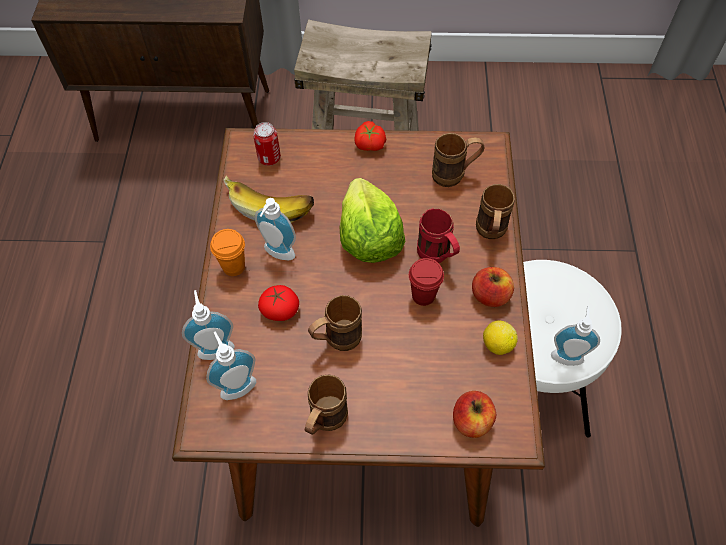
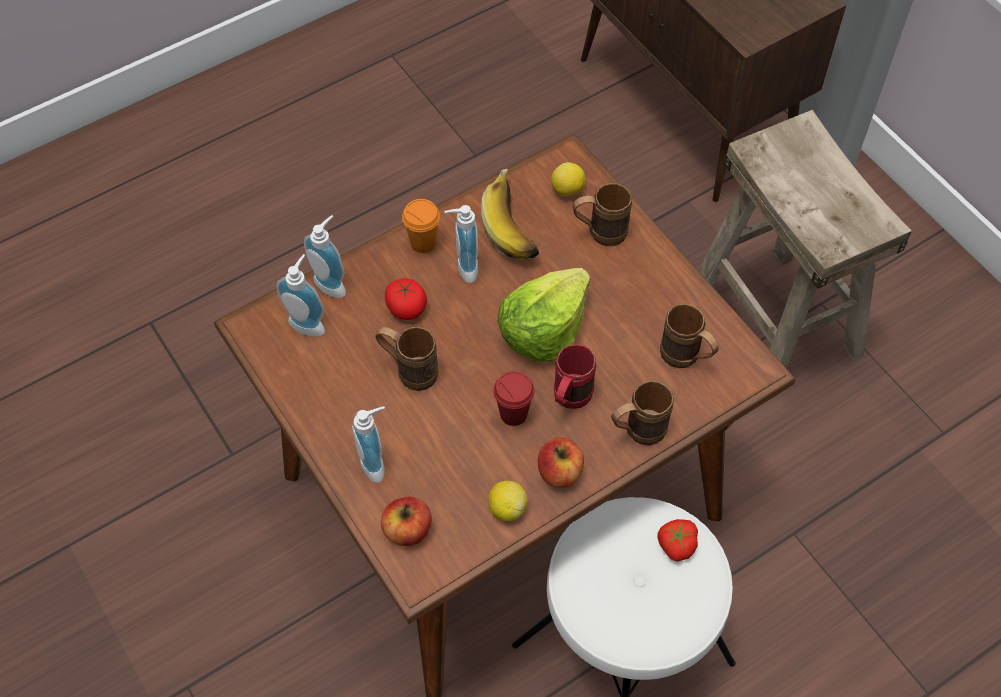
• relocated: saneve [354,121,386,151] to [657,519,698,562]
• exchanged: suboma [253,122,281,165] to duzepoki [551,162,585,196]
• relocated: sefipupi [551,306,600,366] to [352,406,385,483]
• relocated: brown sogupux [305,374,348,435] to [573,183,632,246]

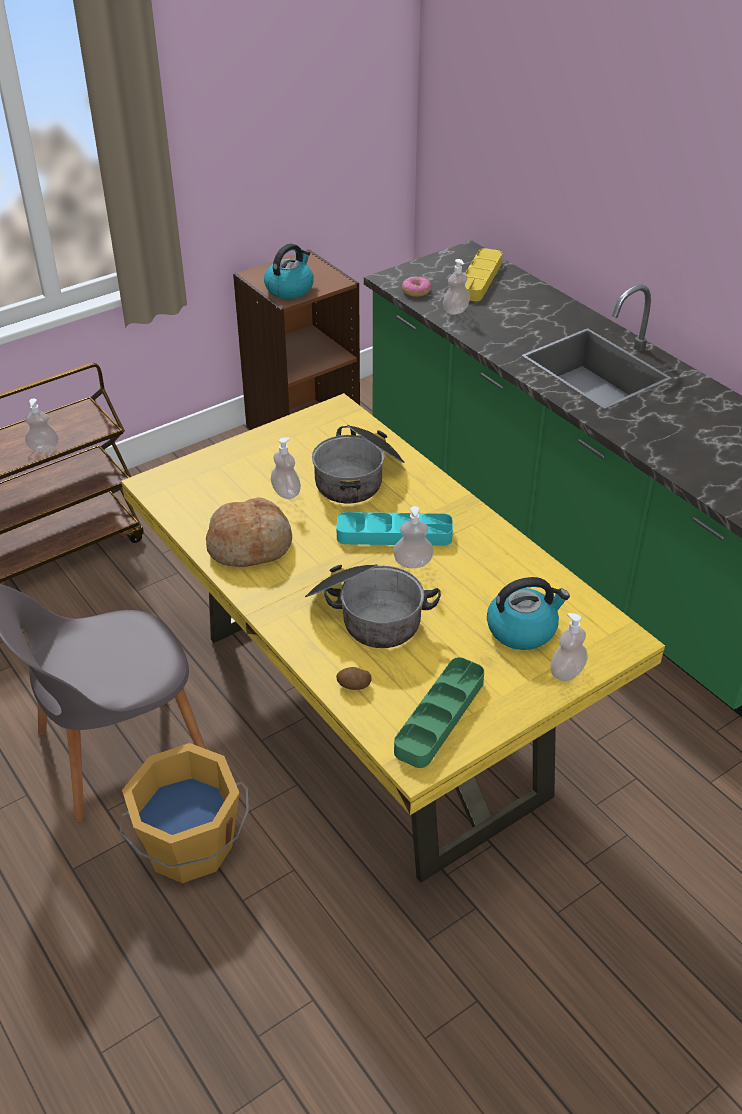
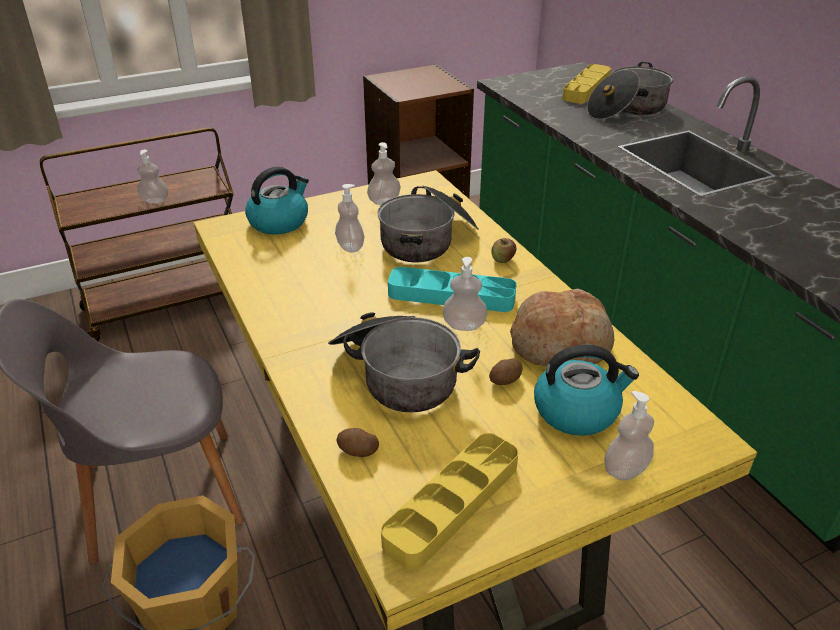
• relocated: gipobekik [264,243,314,299] to [245,166,309,235]
• relocated: sefipupi [443,259,470,315] to [367,142,401,205]
• missing: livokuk [402,277,431,297]
• relocated: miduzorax [206,497,292,567] to [510,289,614,367]
• colour: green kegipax [394,657,484,768] to yellow kegipax [381,433,518,570]
• appeared: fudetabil [587,62,674,120]
• appeared: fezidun [491,238,516,263]
• appeared: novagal [489,358,523,385]

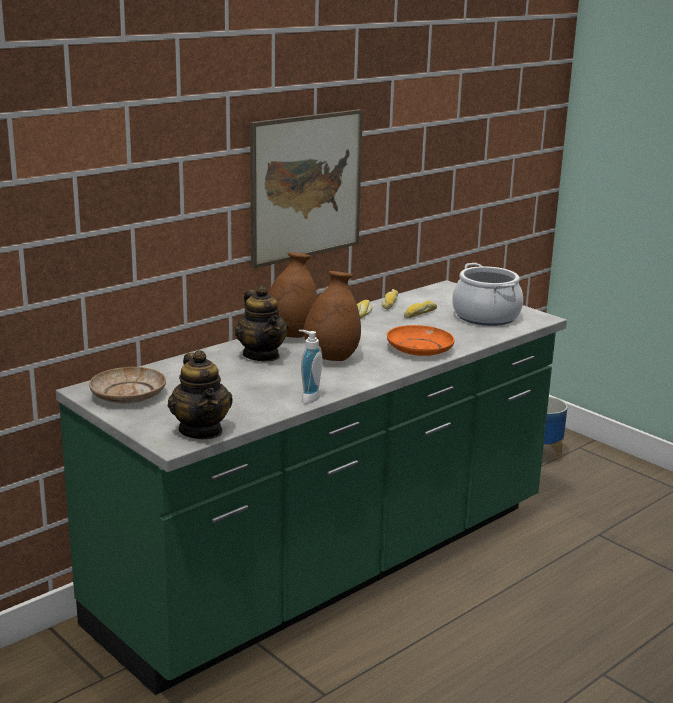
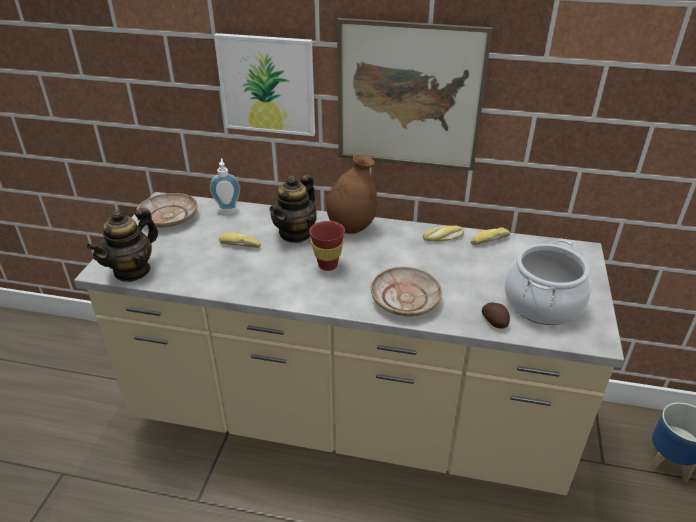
• exchanged: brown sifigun [303,271,361,361] to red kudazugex [309,221,345,271]
• colour: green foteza [56,280,567,695] to beige foteza [74,192,624,495]
• relocated: miduzorax [404,300,437,318] to [219,233,261,248]
• colour: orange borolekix [387,325,455,356] to beige borolekix [371,267,442,317]
• relocated: sefipupi [299,330,323,404] to [210,158,240,215]
• appeared: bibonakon [214,33,315,136]
• appeared: novagal [482,302,510,329]

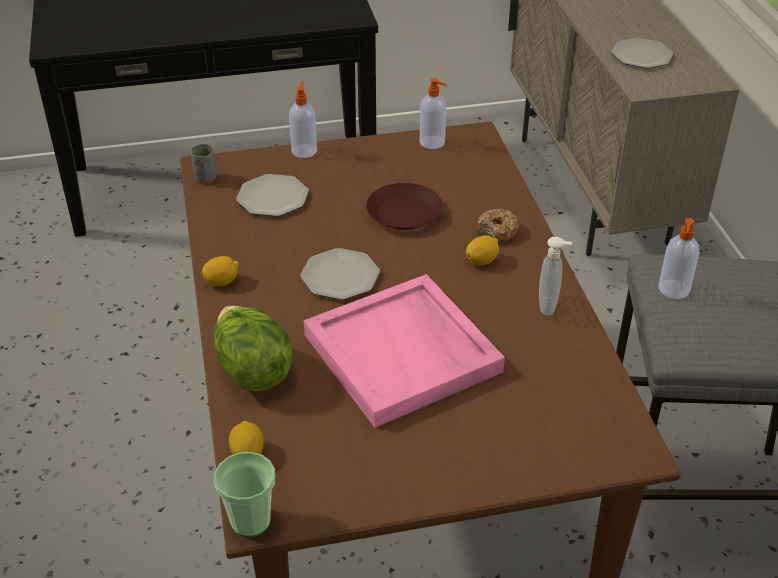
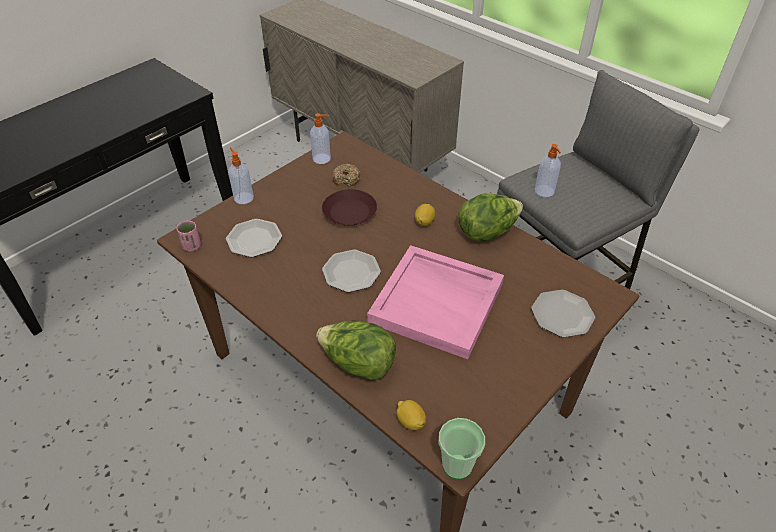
• relocated: borolekix [611,38,674,69] to [531,290,595,337]
• colour: grey kudazugex [190,144,217,183] to pink kudazugex [177,220,201,251]
• relocated: livokuk [477,209,520,243] to [332,164,360,187]
• exchanged: sefipupi [539,237,572,316] to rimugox [458,193,523,242]
• missing: duzepoki [201,256,239,286]

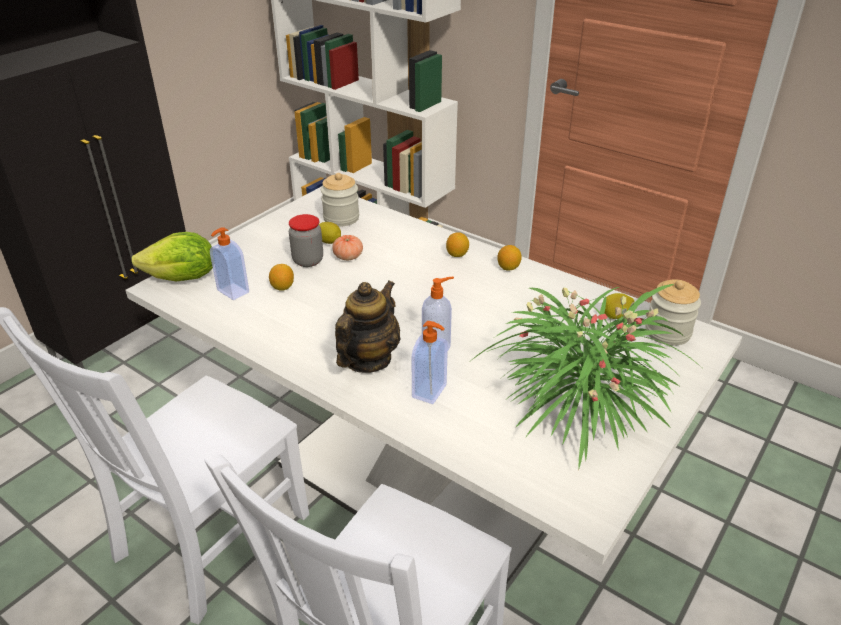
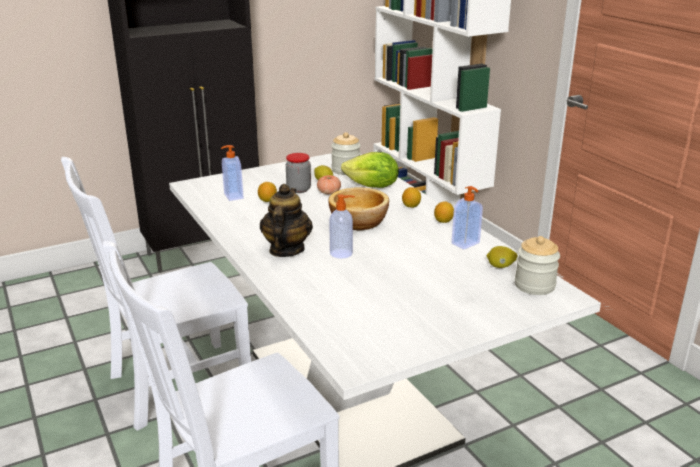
• relocated: rimugox [132,232,213,281] to [341,152,399,188]
• spun: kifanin [335,280,401,373] = [260,184,313,257] 45 degrees counterclockwise
• missing: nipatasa [472,284,701,468]
• relocated: sefipupi [411,321,448,404] to [452,186,483,249]
• appeared: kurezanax [328,187,389,230]

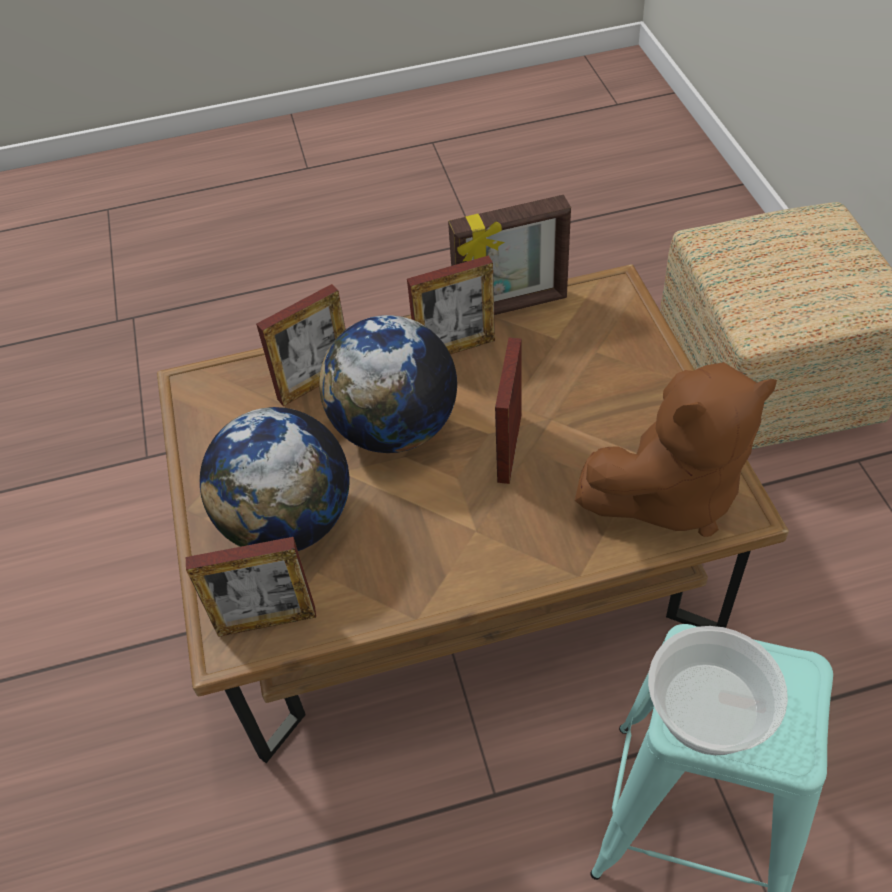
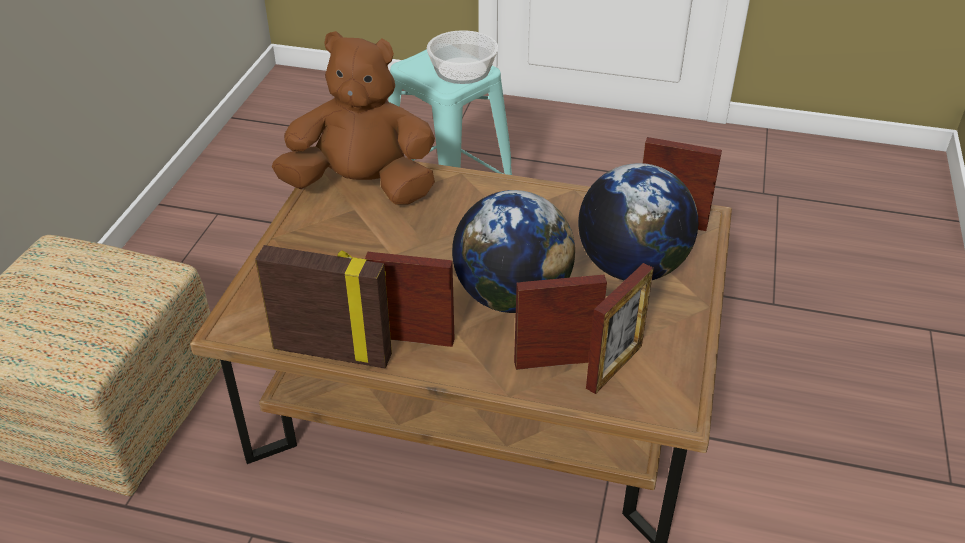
• relocated: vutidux [495,338,521,484] to [586,263,654,394]

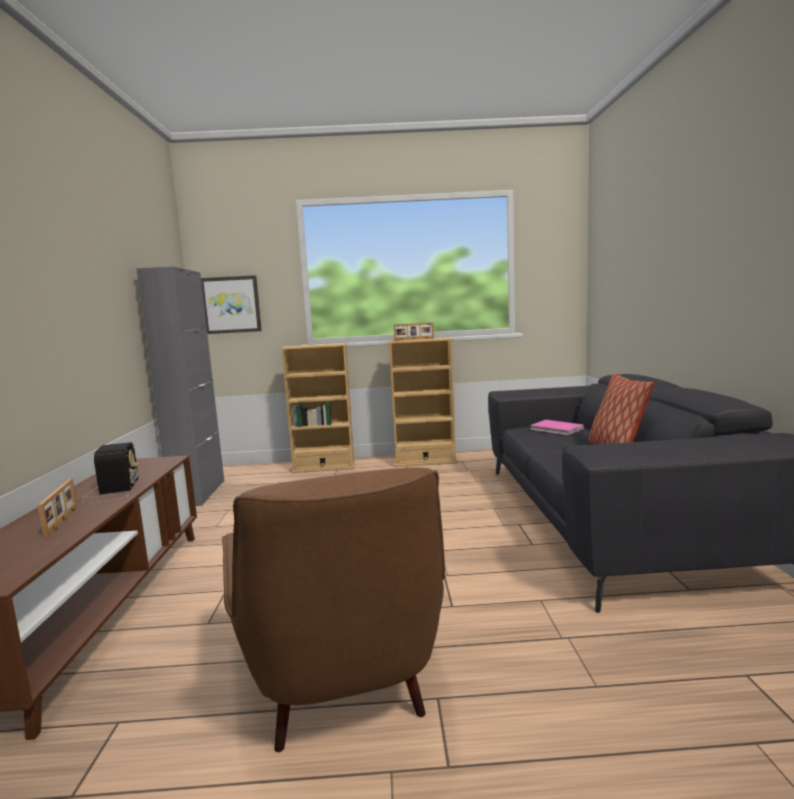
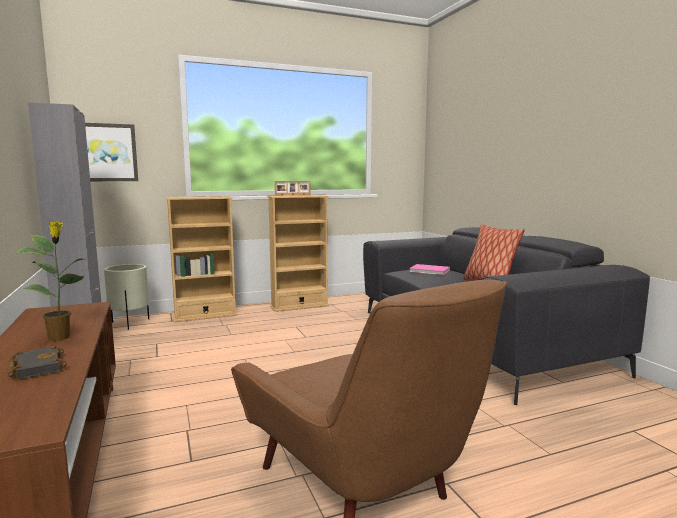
• exchanged: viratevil [81,442,140,504] to nipatasa [14,222,84,341]
• exchanged: vutidux [38,478,78,537] to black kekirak [7,345,67,380]
• appeared: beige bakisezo [104,264,149,330]

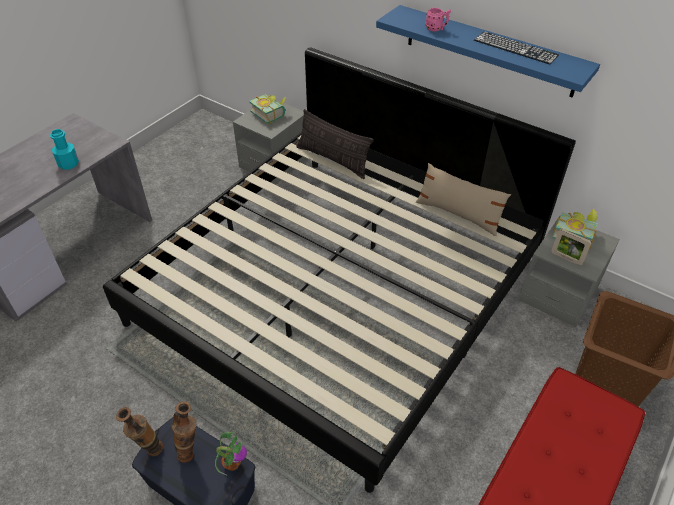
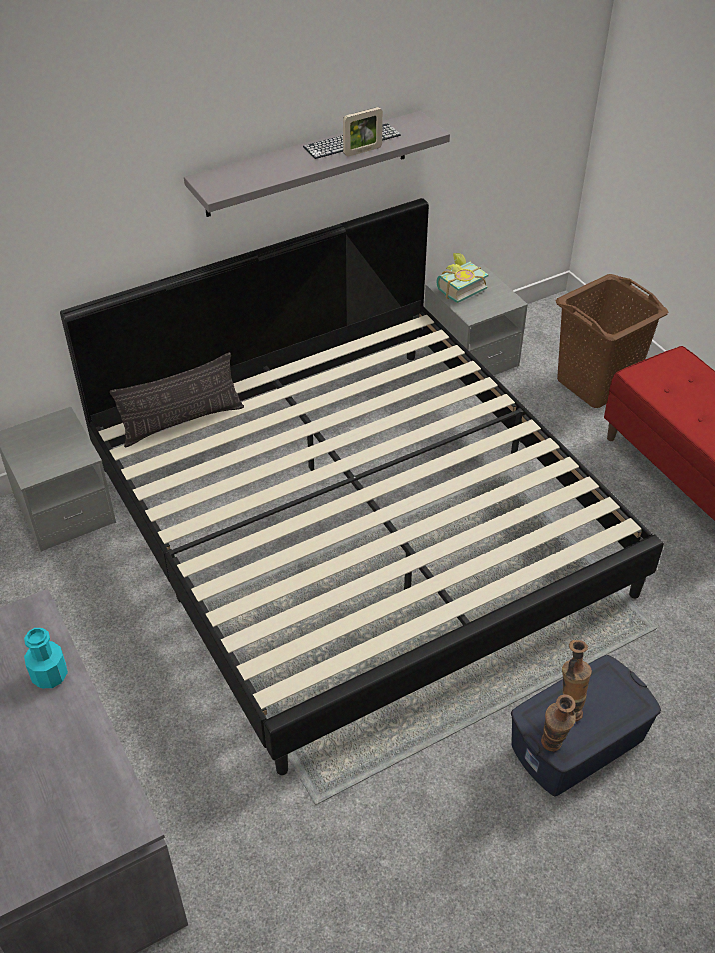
• colour: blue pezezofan [376,5,600,98] to grey pezezofan [184,111,450,217]
• missing: pink sogupux [426,8,451,32]
• missing: kekirak [249,94,286,124]
• missing: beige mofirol [416,163,511,236]
• relocated: vutidux [551,228,591,265] to [343,107,383,157]
• missing: nipatasa [215,432,247,476]

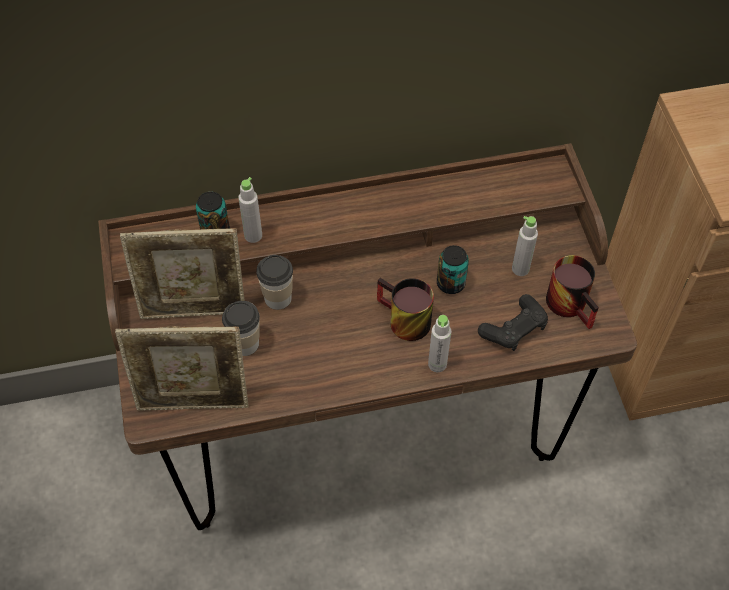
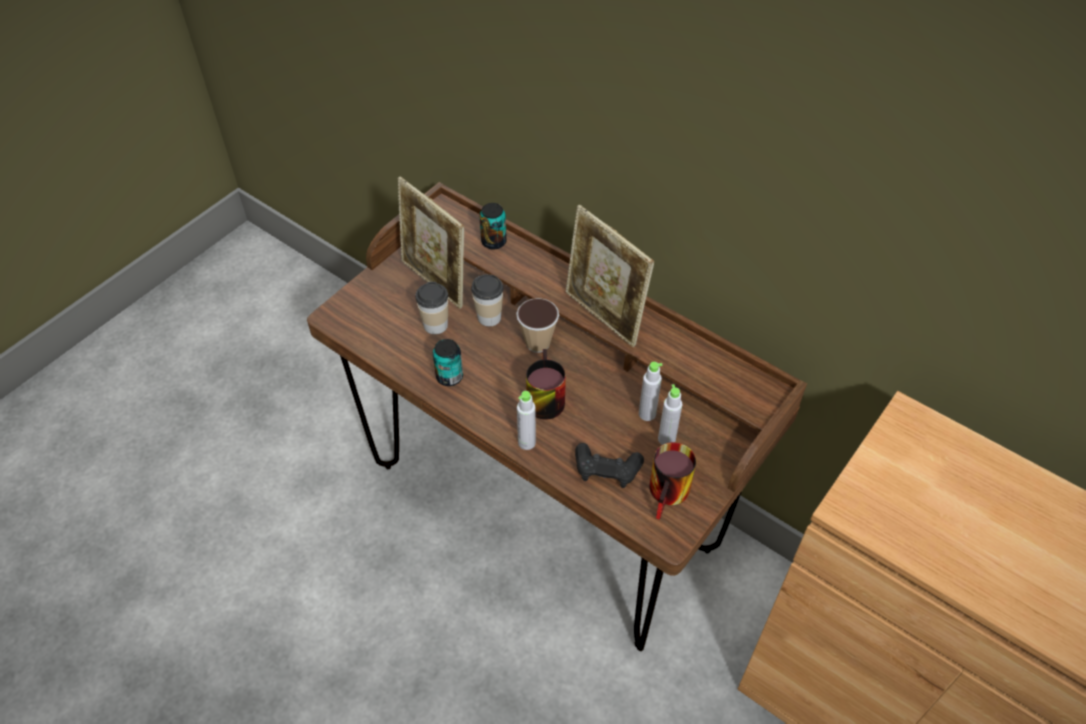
• relocated: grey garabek [238,177,262,243] to [639,362,663,421]
• relocated: suboma [437,245,469,294] to [433,339,463,386]
• relocated: vutidux [115,326,249,411] to [566,205,654,347]
• appeared: kudazugex [516,298,559,353]

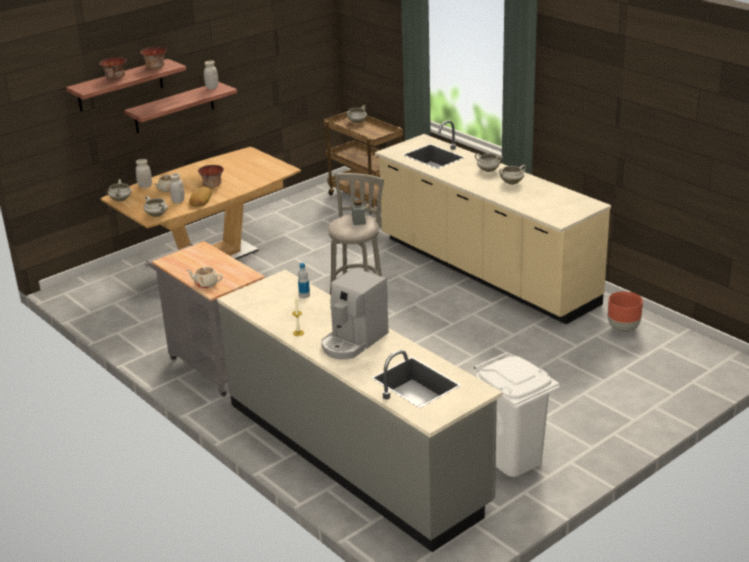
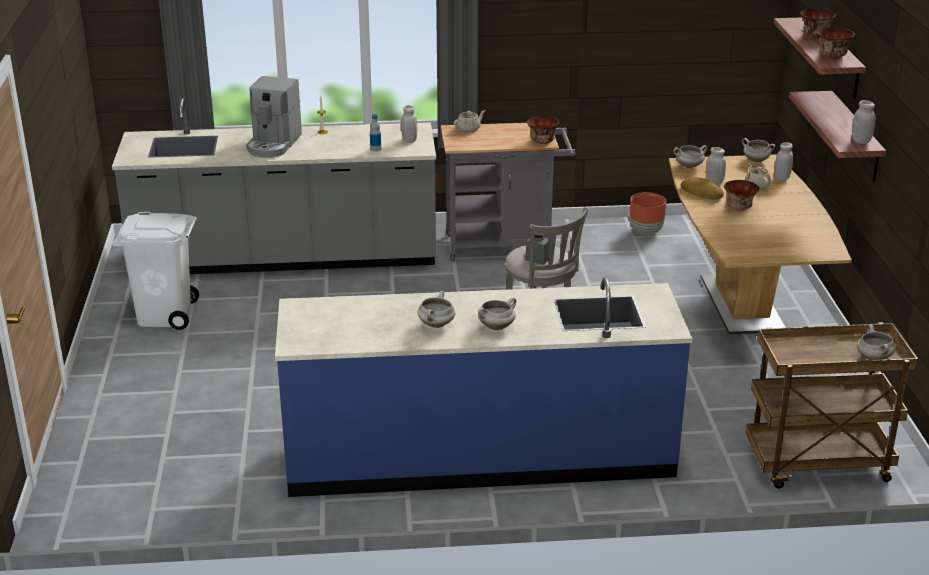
• colour: beige foteza [375,120,611,324] to blue foteza [275,278,693,497]
• spun: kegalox [321,268,389,359] = [246,76,302,158] 150 degrees counterclockwise
• relocated: brown bakisezo [608,291,643,332] to [629,192,666,235]
• appeared: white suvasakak [401,105,417,143]
• appeared: kurezanax [527,116,559,144]

